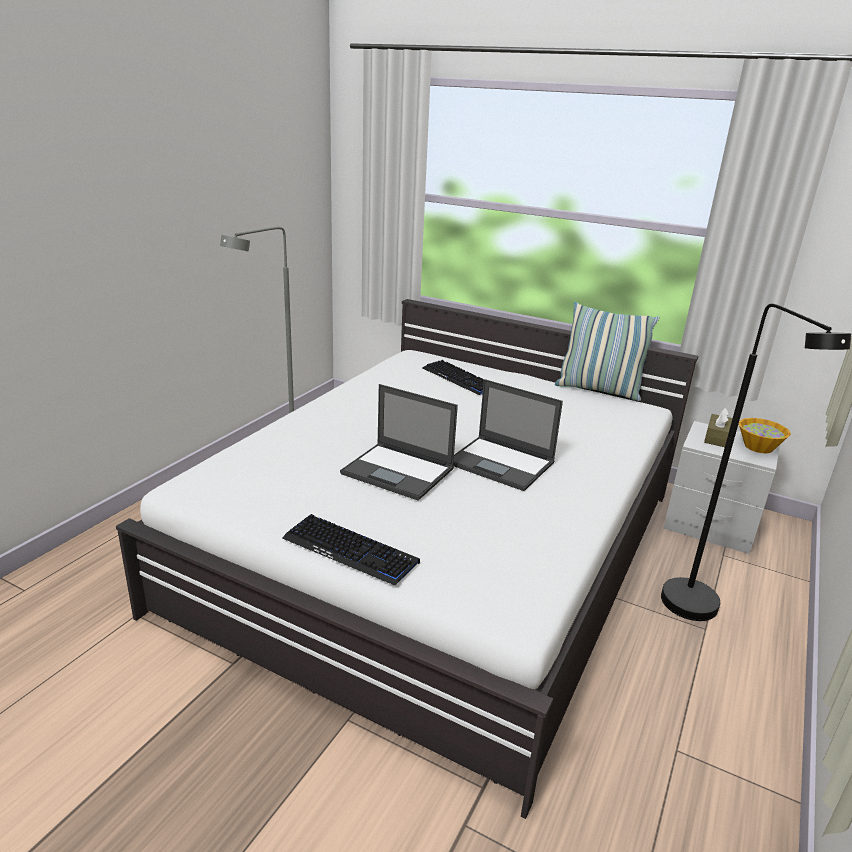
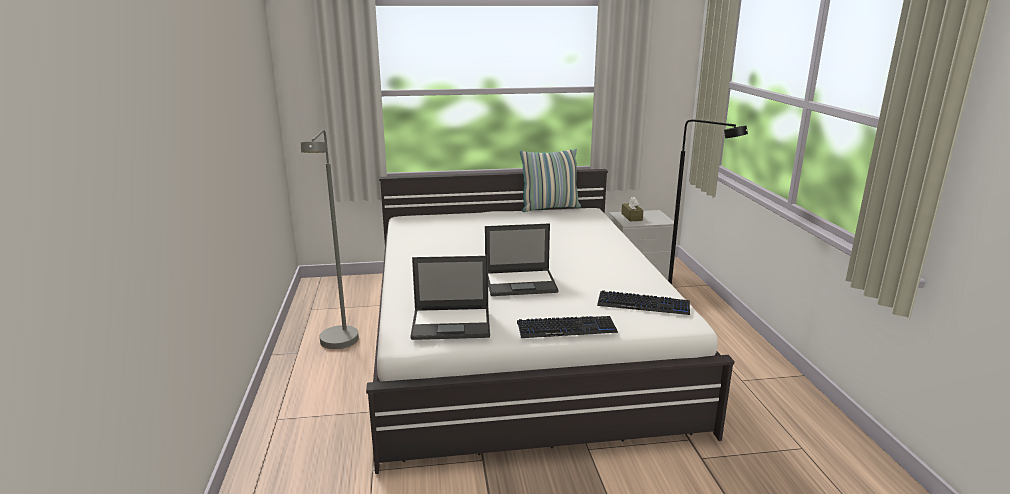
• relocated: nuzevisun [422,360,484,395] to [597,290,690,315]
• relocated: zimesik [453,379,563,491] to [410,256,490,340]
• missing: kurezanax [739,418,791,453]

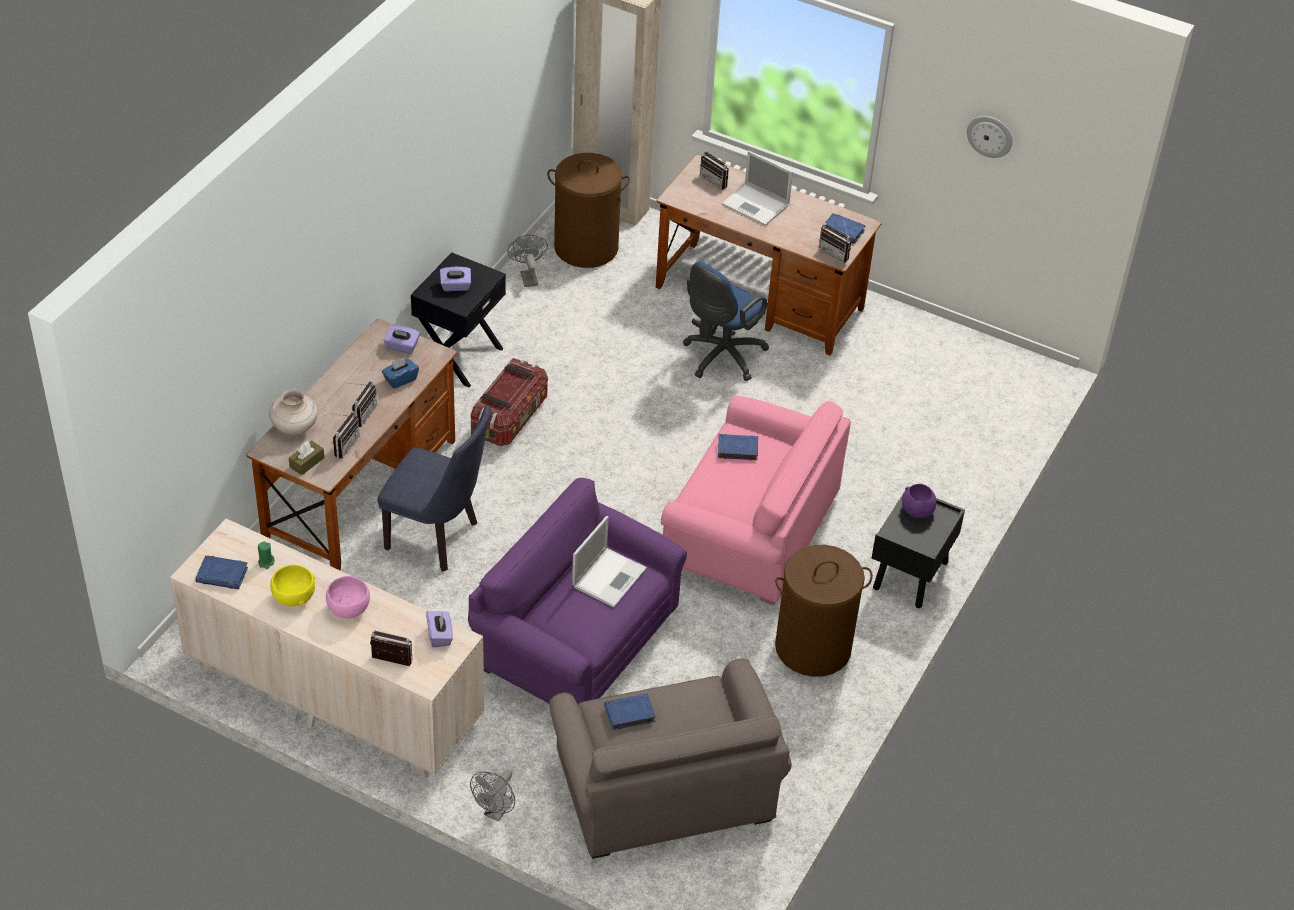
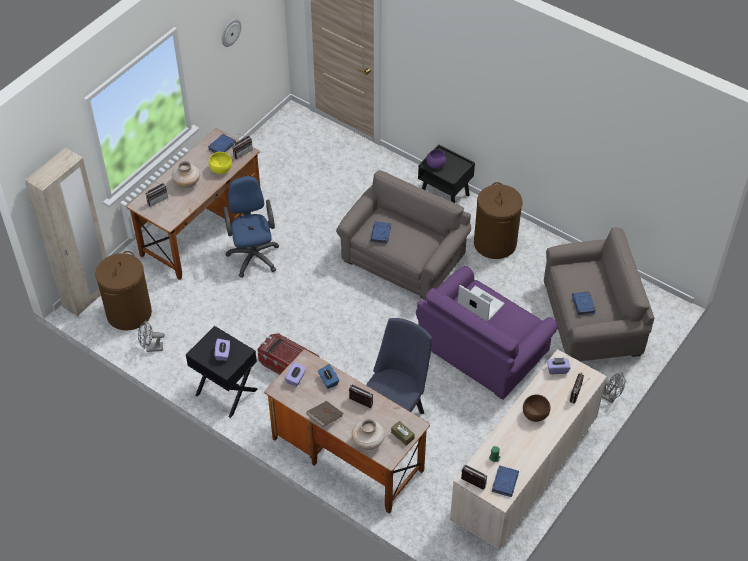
• exchanged: zimesik [722,151,793,226] to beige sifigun [172,161,200,188]
• spun: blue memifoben [683,262,769,381] = [223,176,279,278] 150 degrees counterclockwise
• colour: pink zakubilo [661,396,851,605] to grey zakubilo [336,170,471,300]
• relocated: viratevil [333,411,360,459] to [461,464,487,490]
• relocated: yellow kurezanax [270,565,315,606] to [209,152,232,174]
• colour: pink kurezanax [326,576,370,618] to brown kurezanax [523,394,551,422]
• appeared: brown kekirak [306,401,343,427]

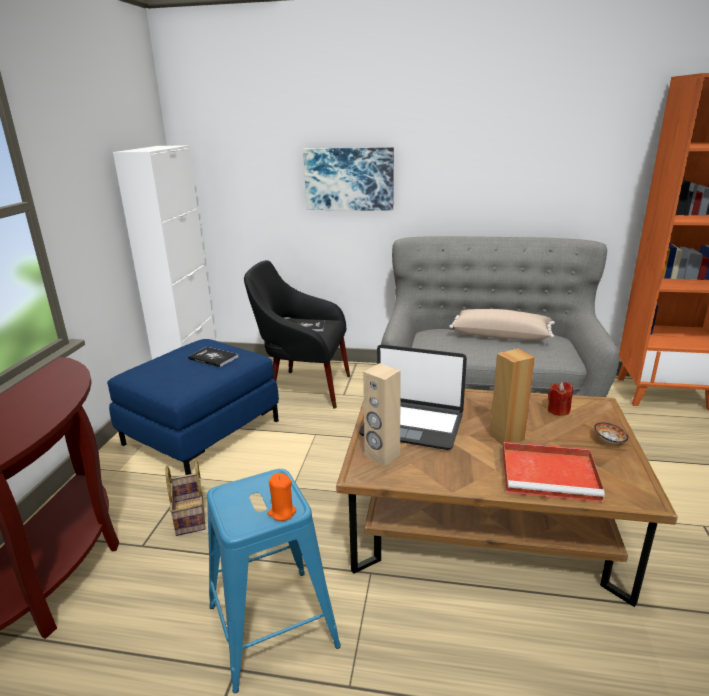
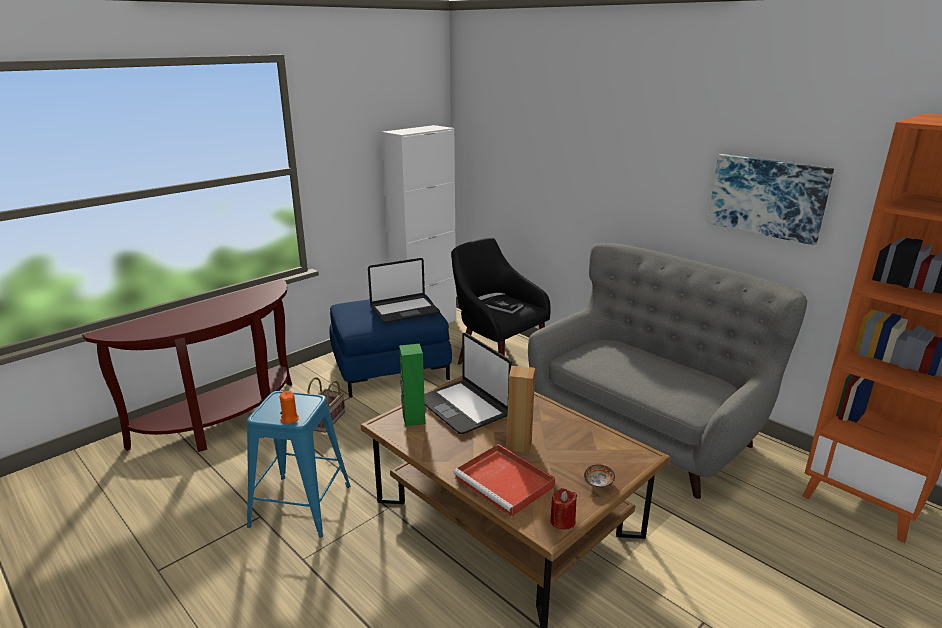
• relocated: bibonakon [303,147,394,211] to [708,154,834,245]
• missing: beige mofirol [449,309,555,340]
• exchanged: kekirak [188,347,238,368] to zimesik [368,258,440,323]
• colour: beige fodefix [363,363,401,466] to green fodefix [399,344,425,426]
• relocated: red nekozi [548,382,573,416] to [550,488,577,530]

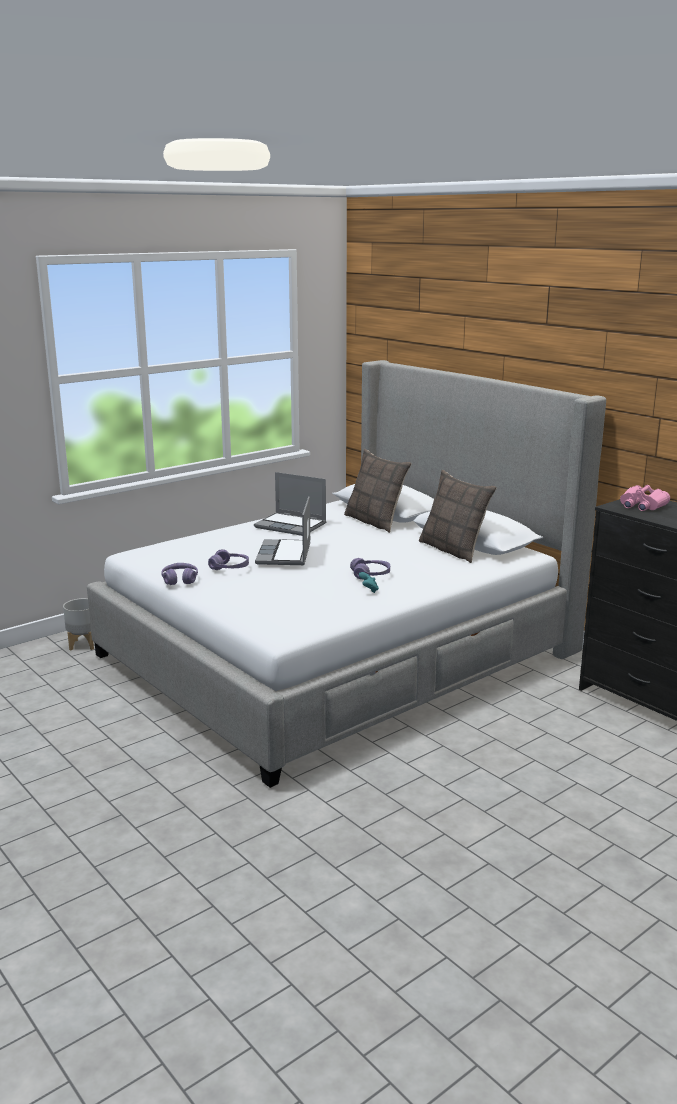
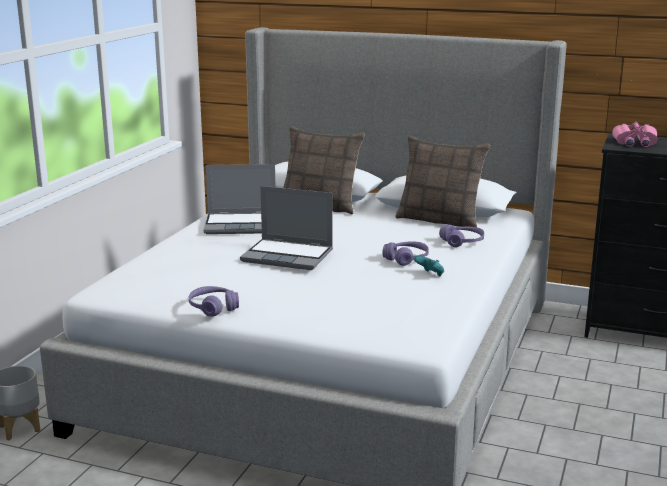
• spun: zimesik [255,496,311,565] = [240,186,333,270] 45 degrees counterclockwise
• relocated: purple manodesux [208,549,249,570] to [439,224,484,247]

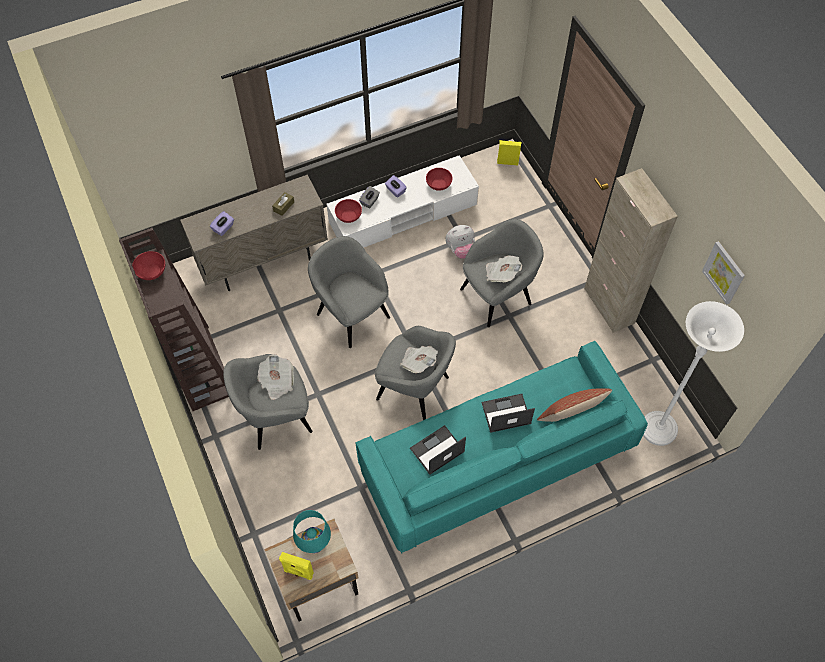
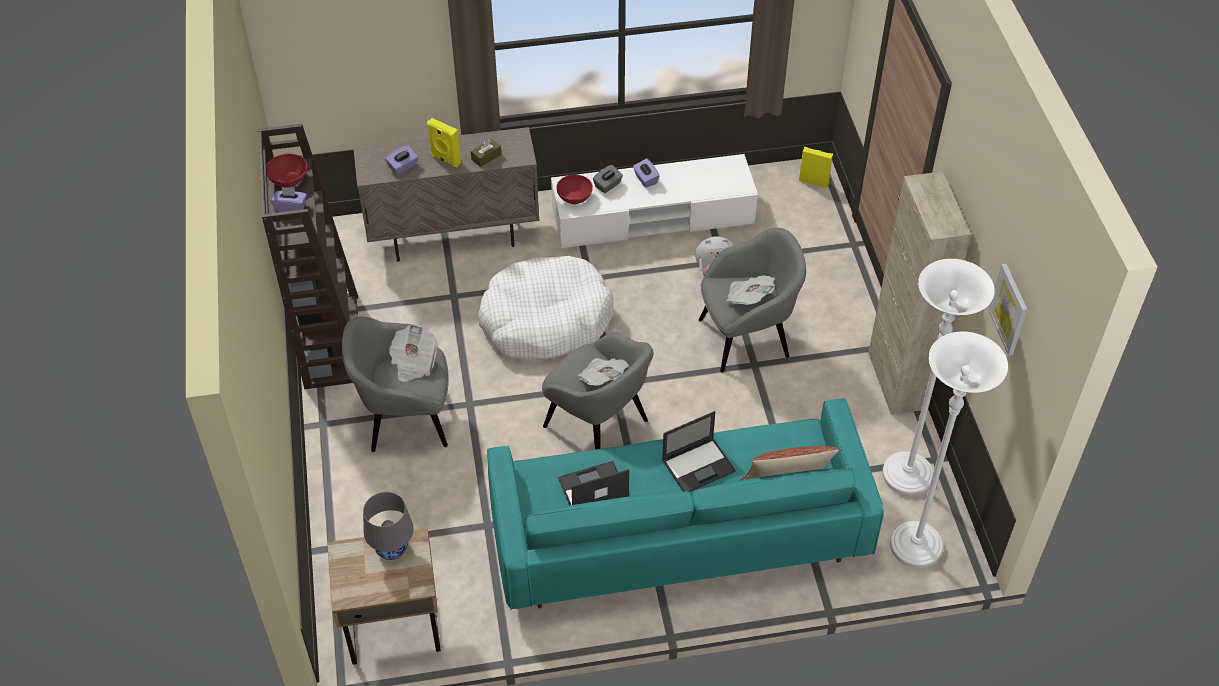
• missing: red kurezanax [426,168,453,191]
• exchanged: grey zakubilo [308,236,390,348] to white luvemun [478,256,614,360]
• spun: zimesik [481,394,535,433] = [662,411,736,492] 150 degrees clockwise
• colour: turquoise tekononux [293,510,331,553] to grey tekononux [363,492,414,560]
• relocated: yellow fodefix [279,552,314,580] to [427,118,461,167]
• appeared: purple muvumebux [271,187,307,212]
• appeared: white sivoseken [882,259,995,496]

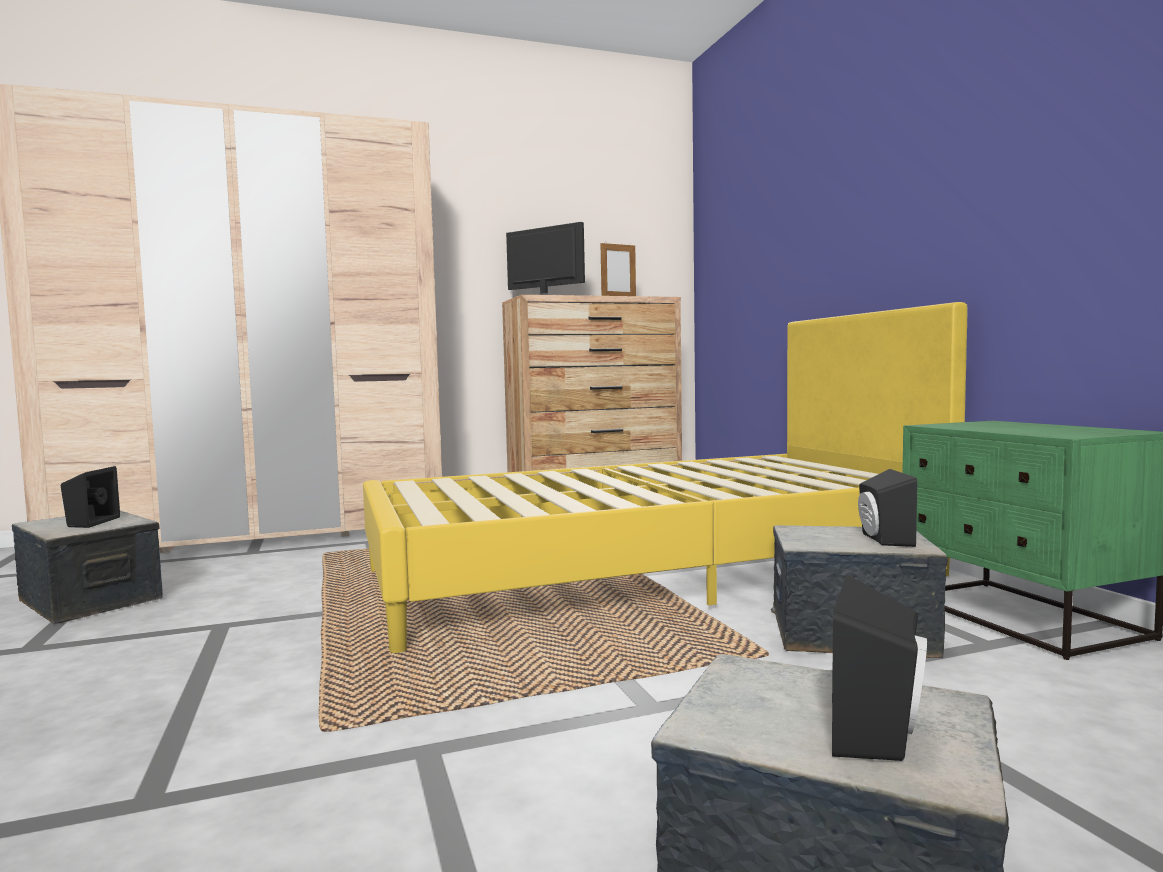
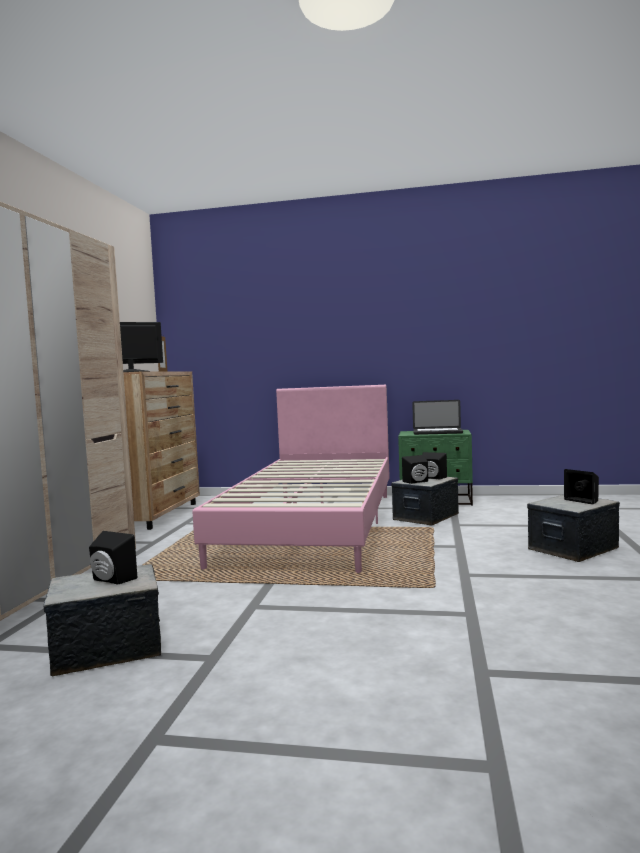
• colour: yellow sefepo [363,302,968,653] to pink sefepo [193,385,390,573]
• appeared: zimesik [412,400,463,435]
• appeared: black fodefix [402,455,428,484]

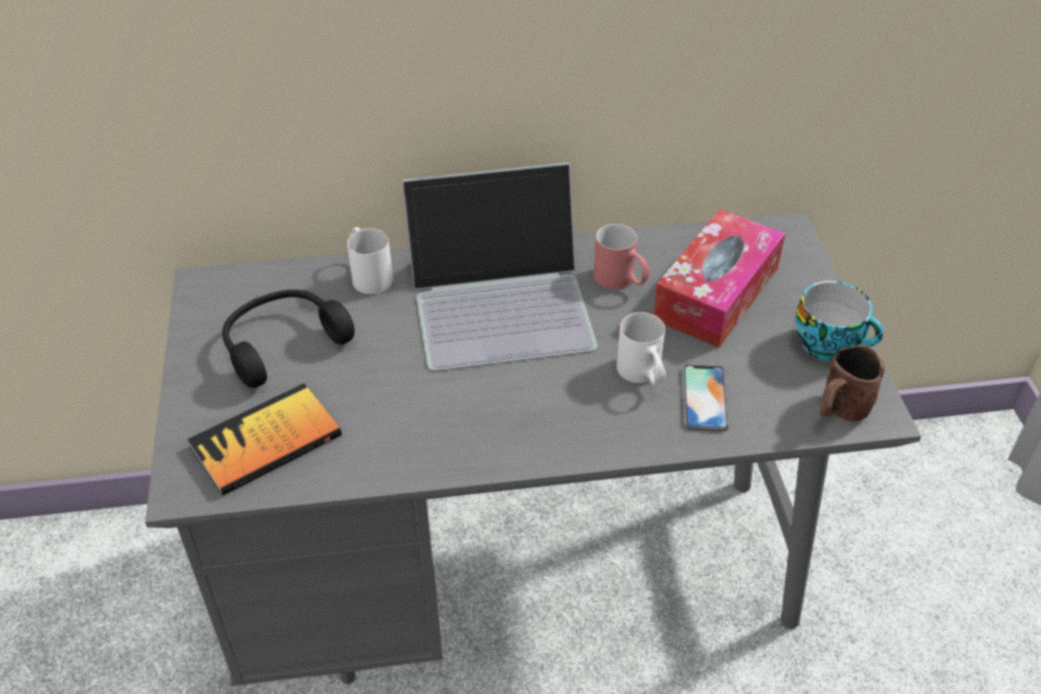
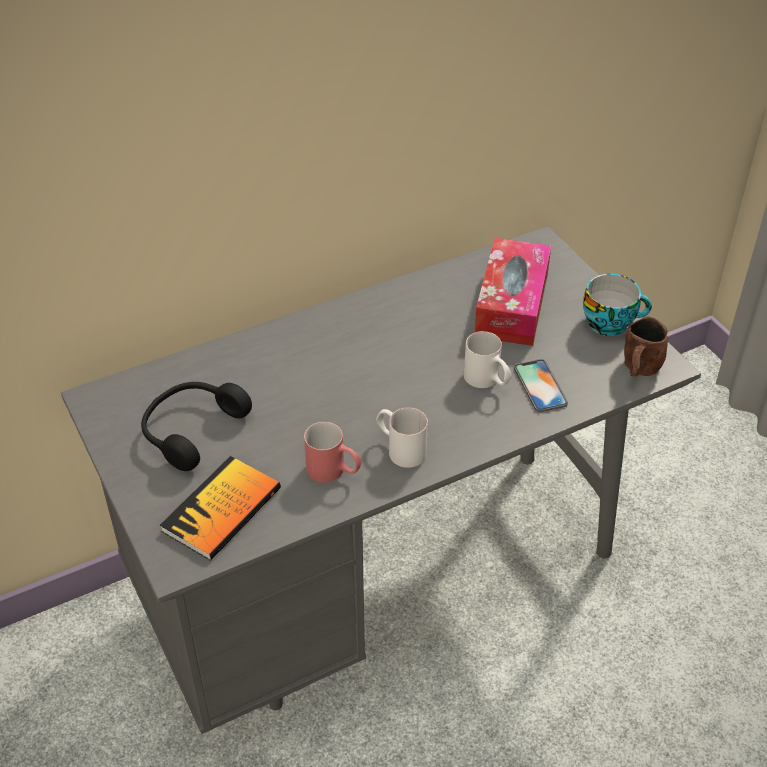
• missing: zimesik [402,163,598,371]
• relocated: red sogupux [594,224,650,290] to [304,422,362,483]
• relocated: white sogupux [347,227,393,294] to [376,407,428,468]

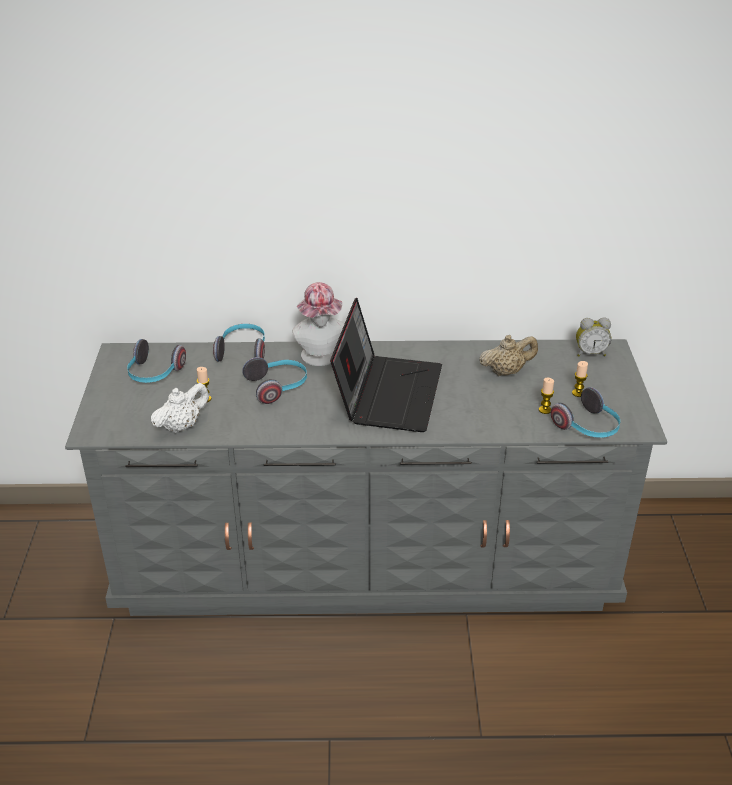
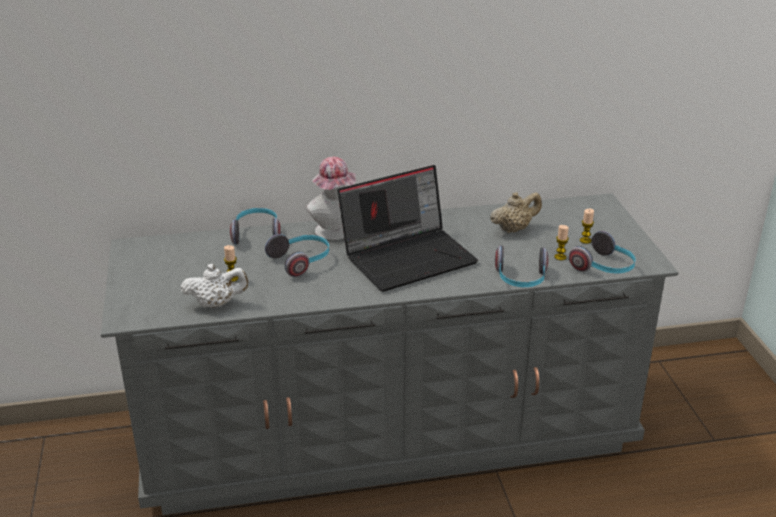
• spun: zimesik [330,298,442,432] = [337,165,478,292] 60 degrees clockwise
• missing: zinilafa [576,318,611,357]
• relocated: manodesux [127,339,186,383] to [495,246,548,287]
• spun: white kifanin [151,383,209,433] = [180,264,248,308] 45 degrees clockwise

